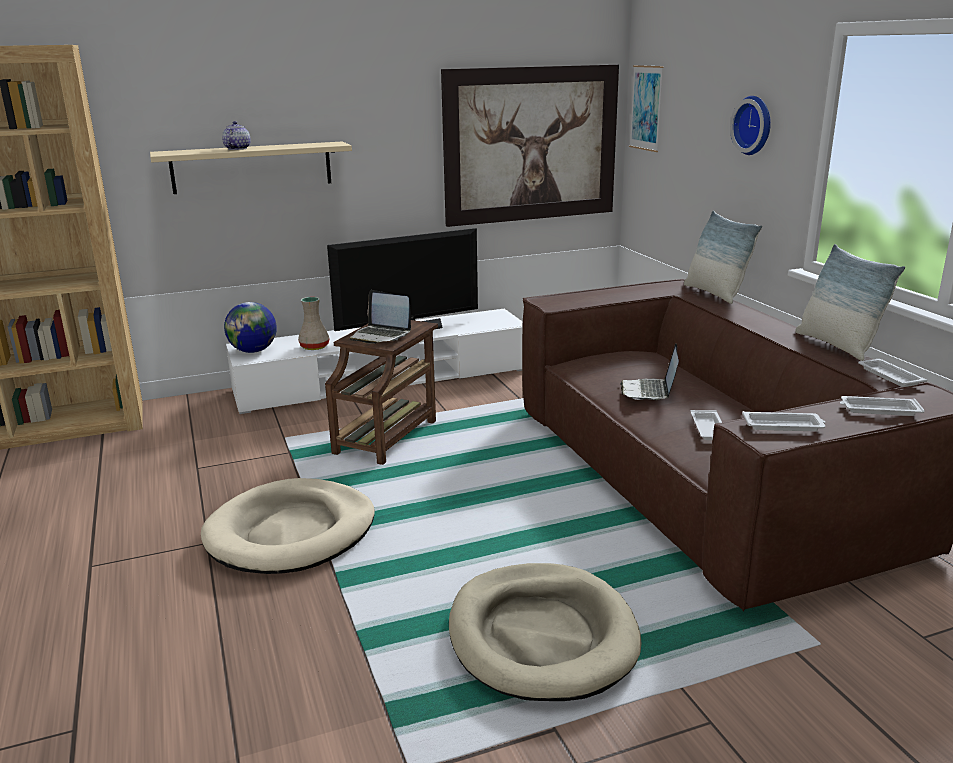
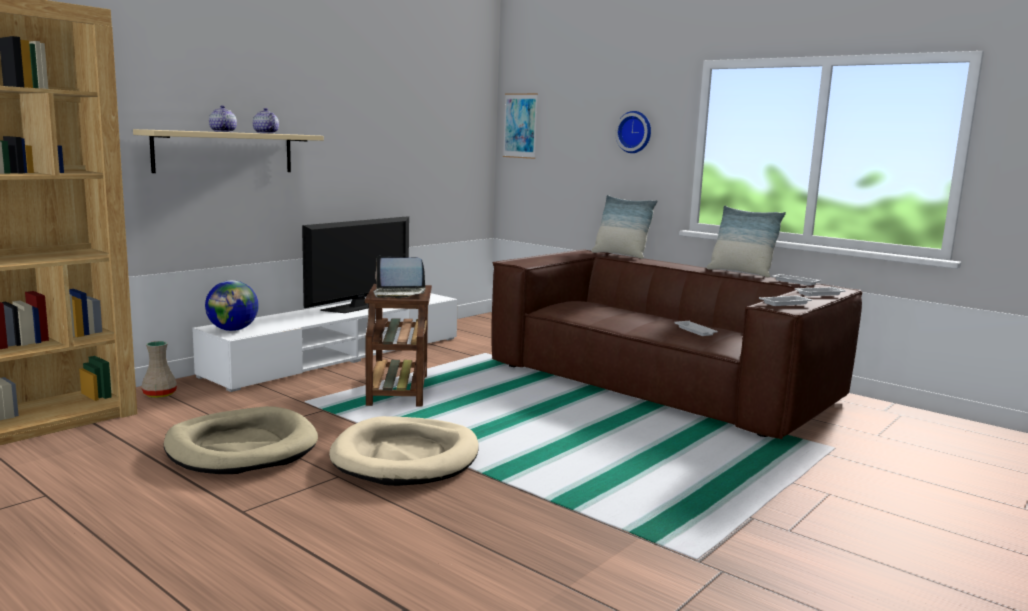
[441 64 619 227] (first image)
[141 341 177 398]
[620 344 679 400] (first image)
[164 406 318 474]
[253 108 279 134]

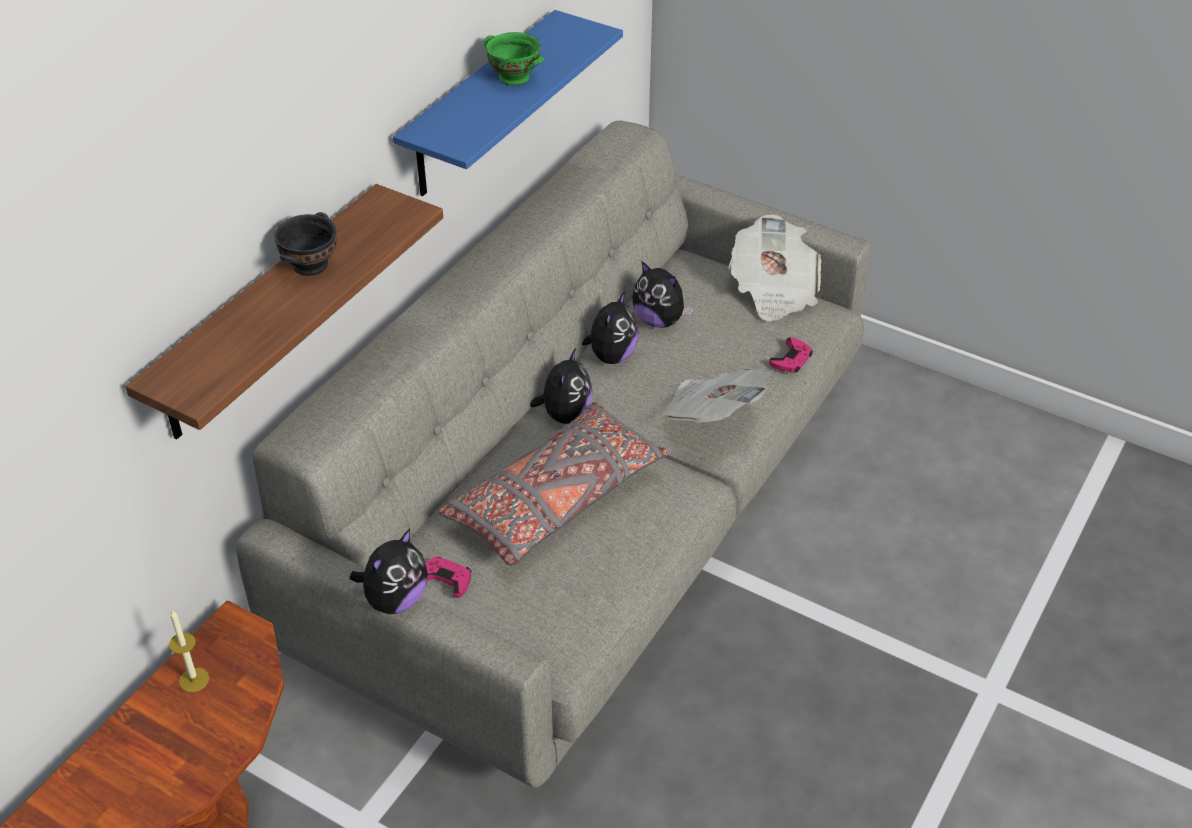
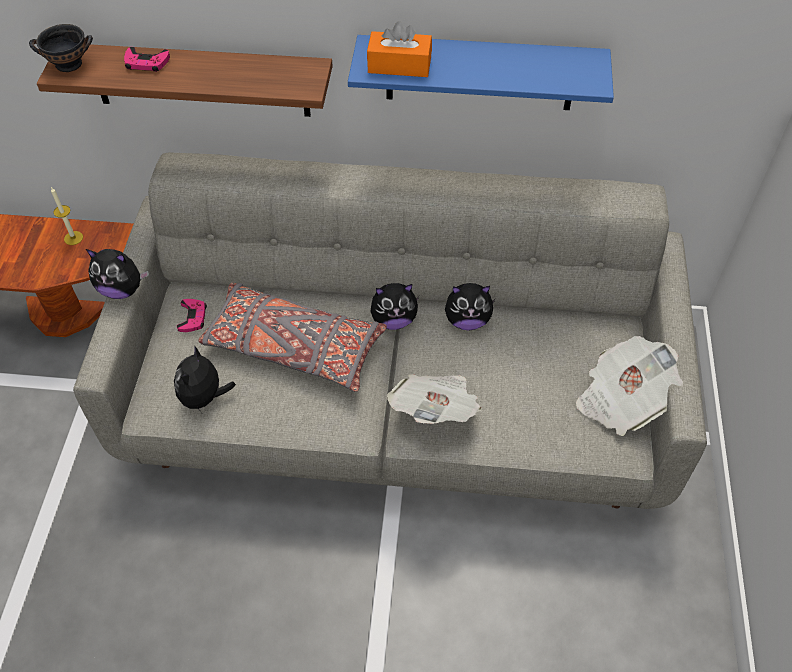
[484 32 544 85] (first image)
[29 24 93 72]
[174 345 236 412]
[124 47 170 72]
[367 21 432 77]

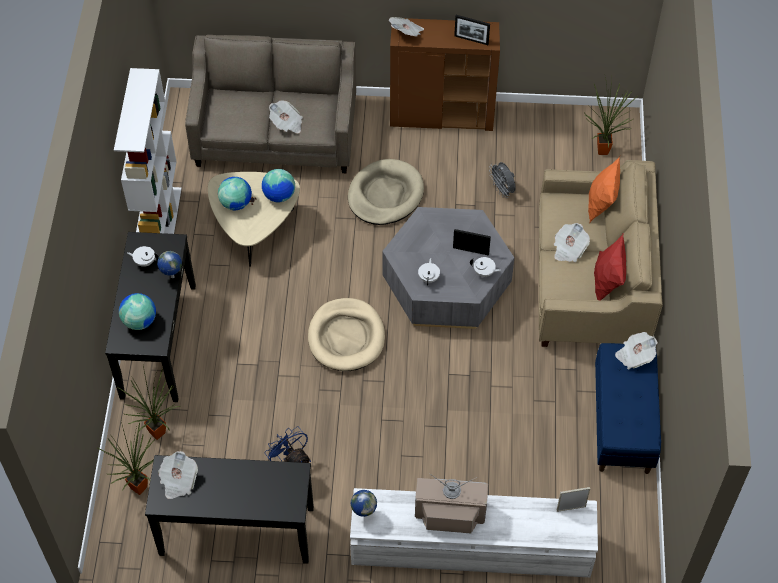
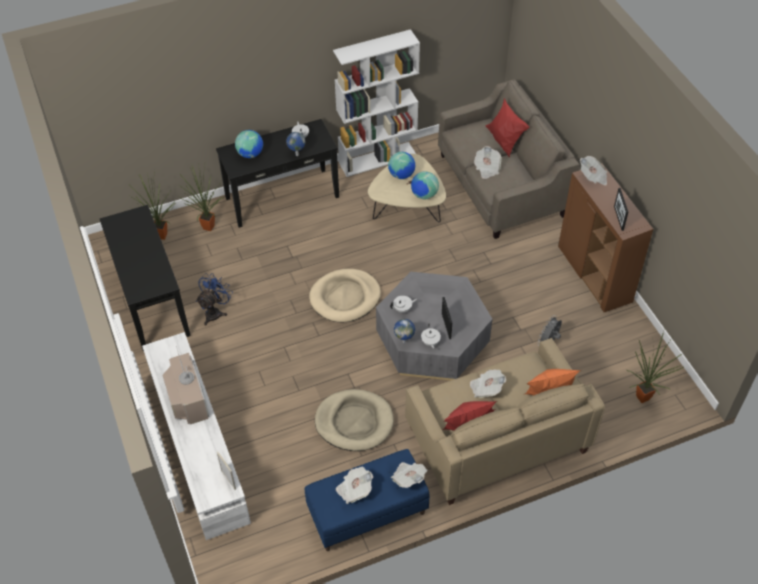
[315 389 394 451]
[336 467 373 504]
[394 319 415 343]
[485 98 529 158]

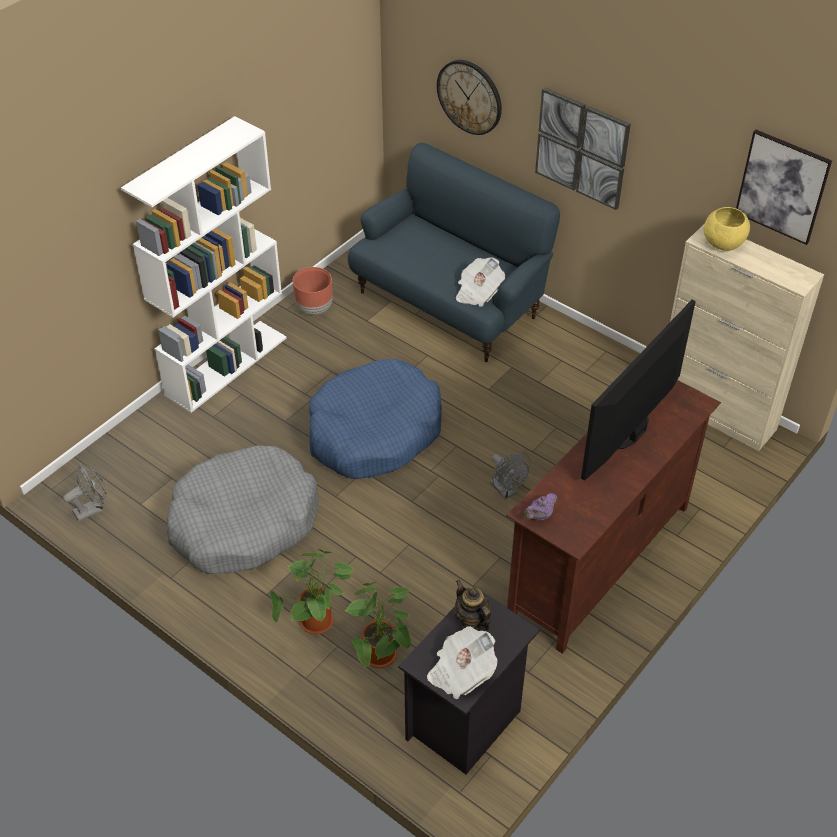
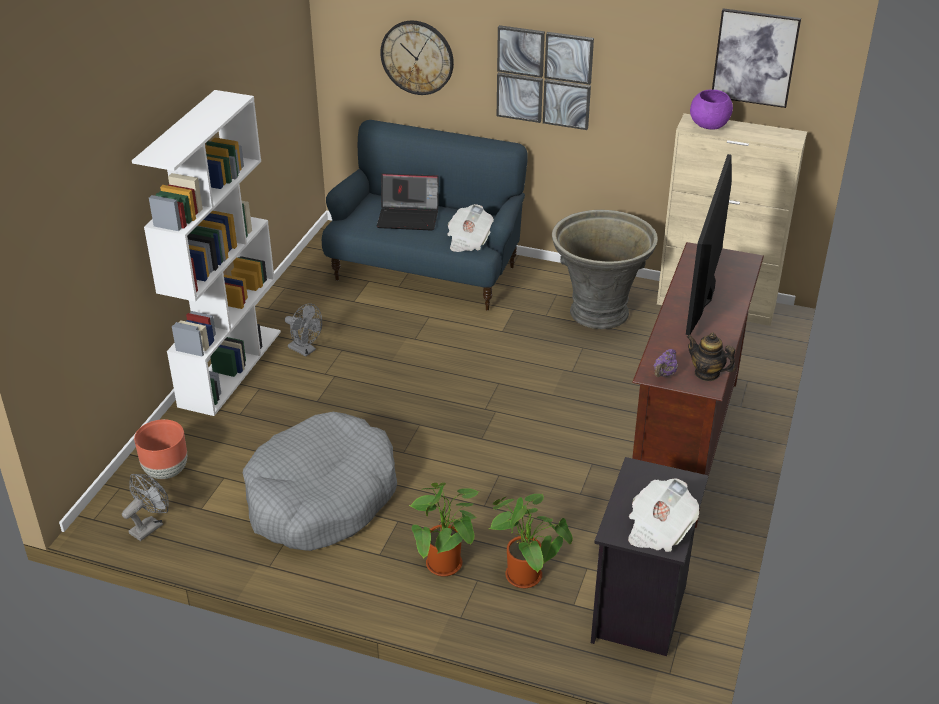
[690 90 733 129]
[134 419 187 479]
[309 359 442 479] (first image)
[285 304 322 356]
[687 332 736 381]
[377 173 439 231]
[552 210 658 329]

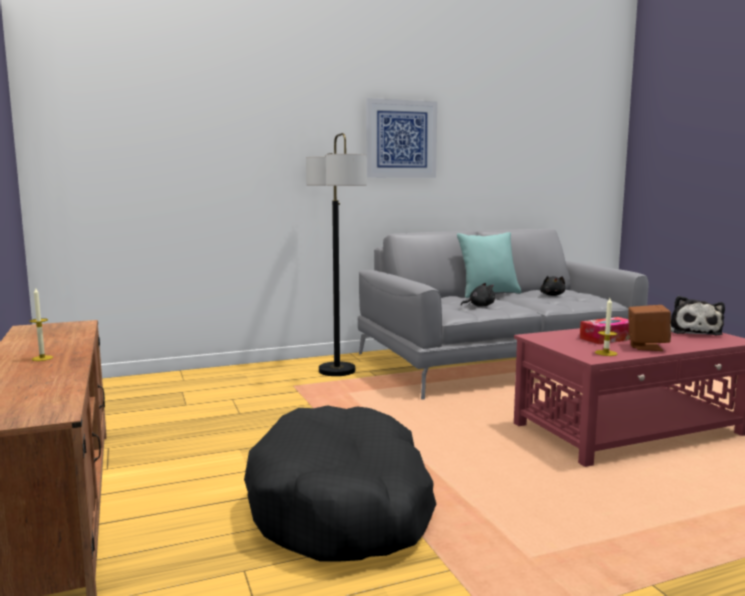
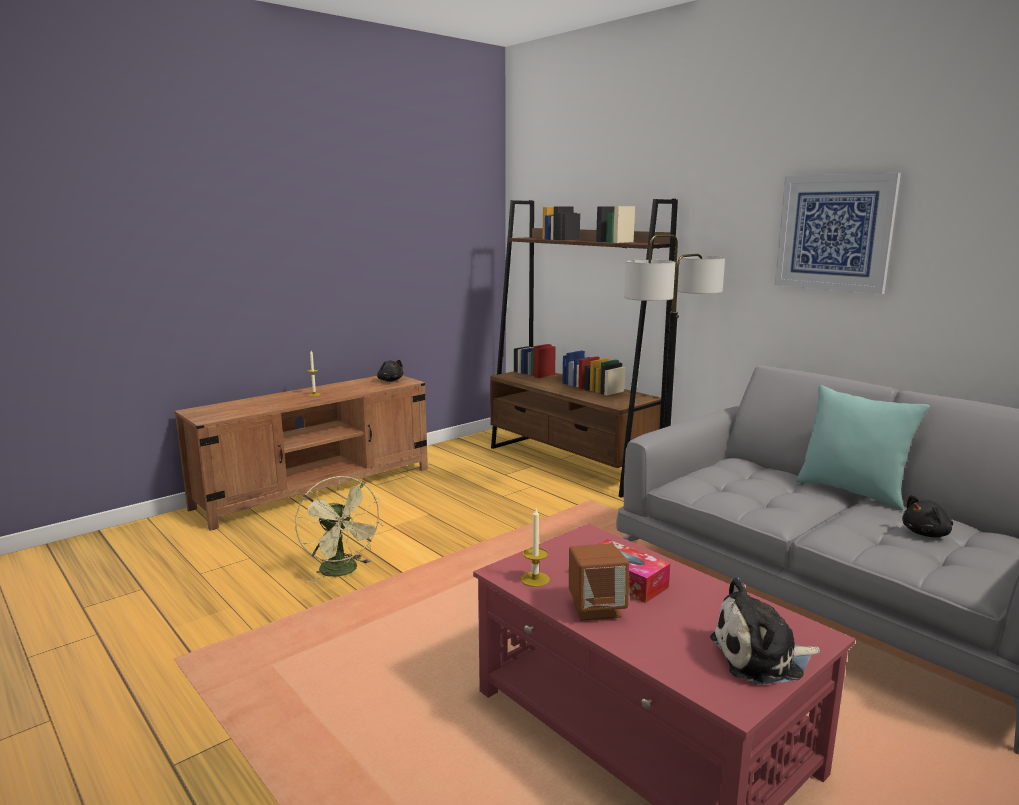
[377 360 403 382]
[295 476 383 583]
[490 199 678 498]

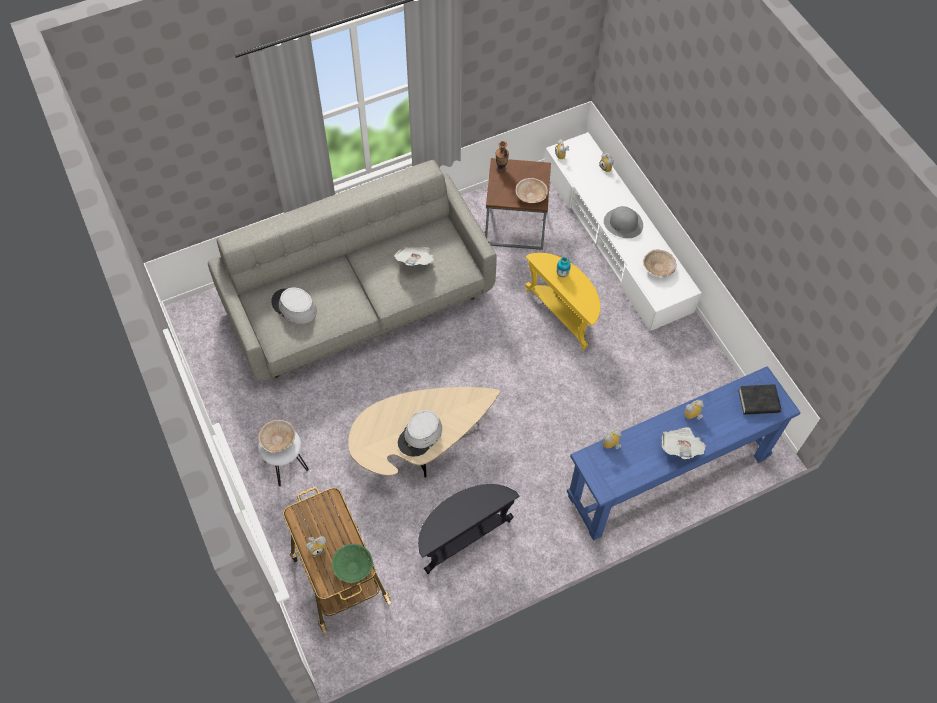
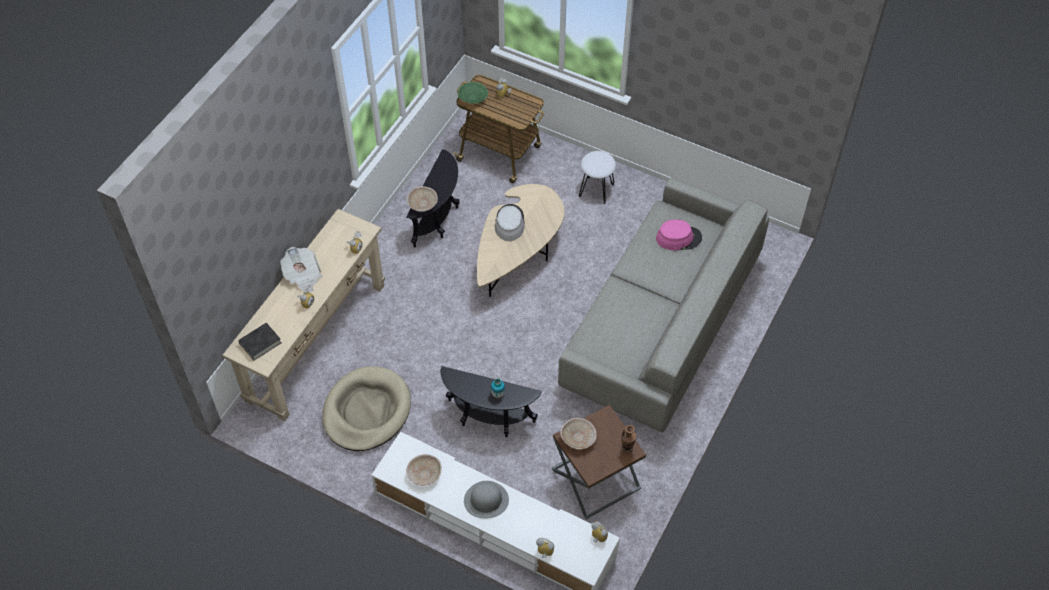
[394 247 434 265] (first image)
[440 366 542 437]
[656 219 702 251]
[222 209 385 422]
[407 186 438 212]
[322 366 411 451]

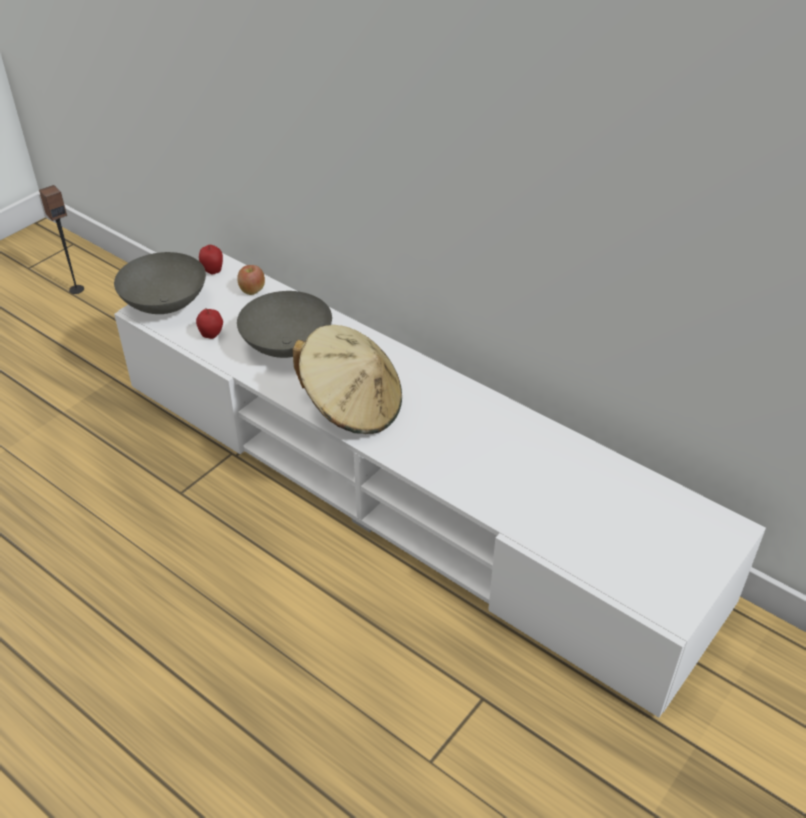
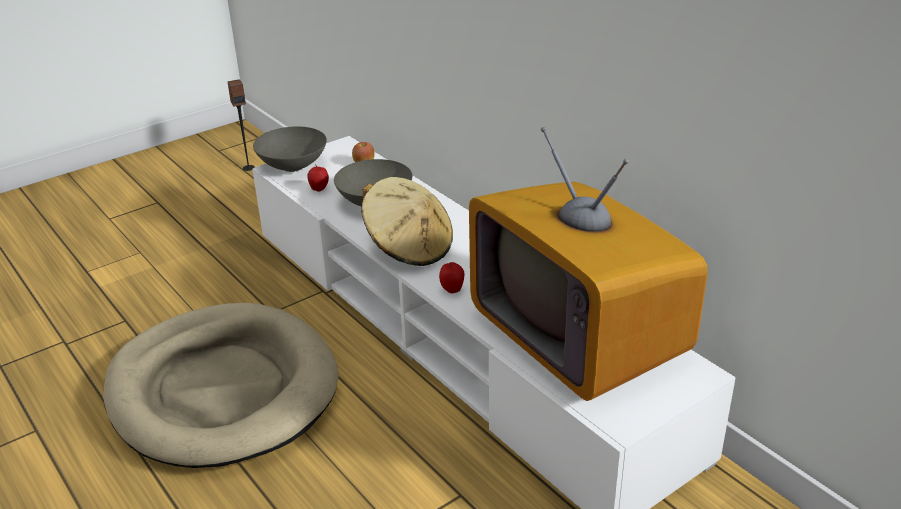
[439 262 464 293]
[469 127 708 401]
[103 303 338 468]

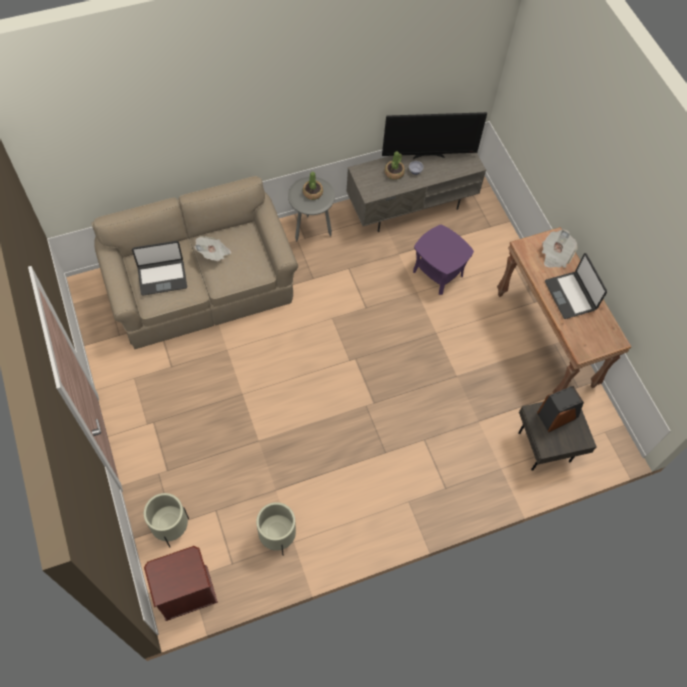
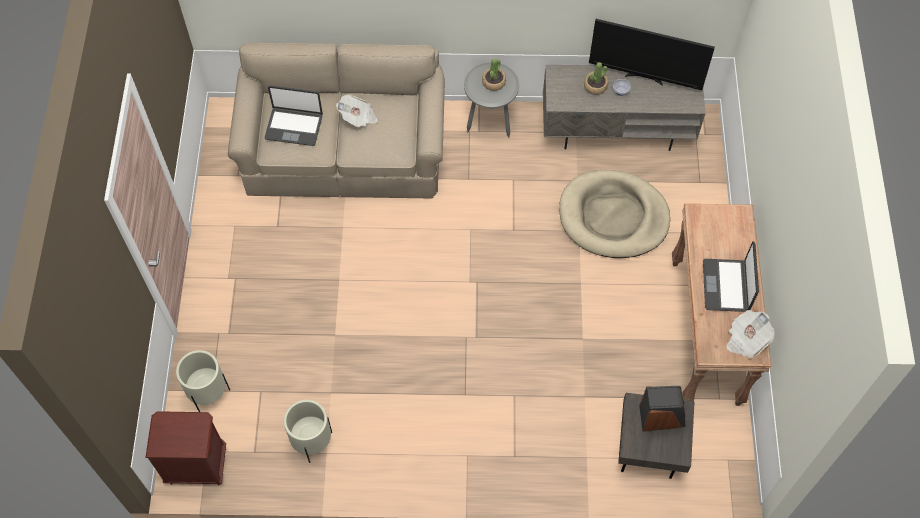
[559 170 670 258]
[726 310 775 359]

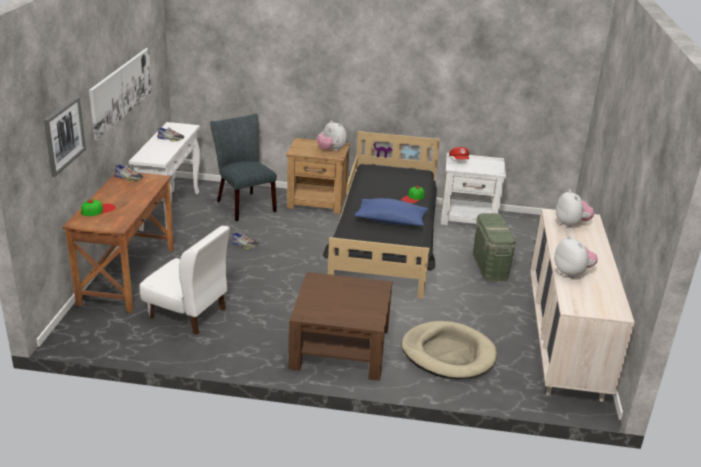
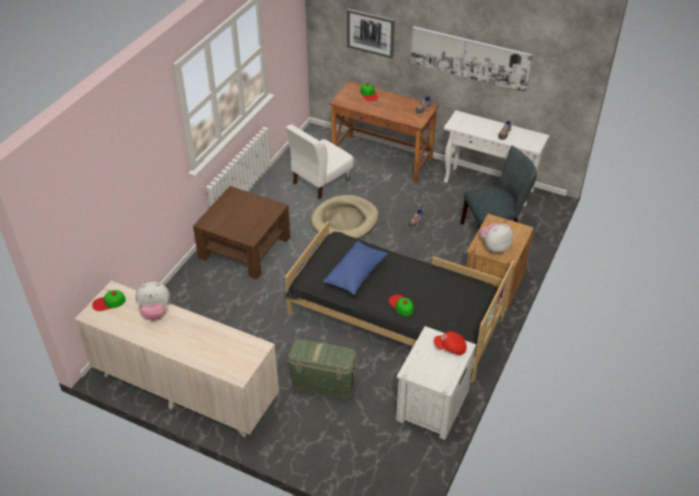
[556 189 594 228] (first image)
[311 195 379 239]
[92 290 126 311]

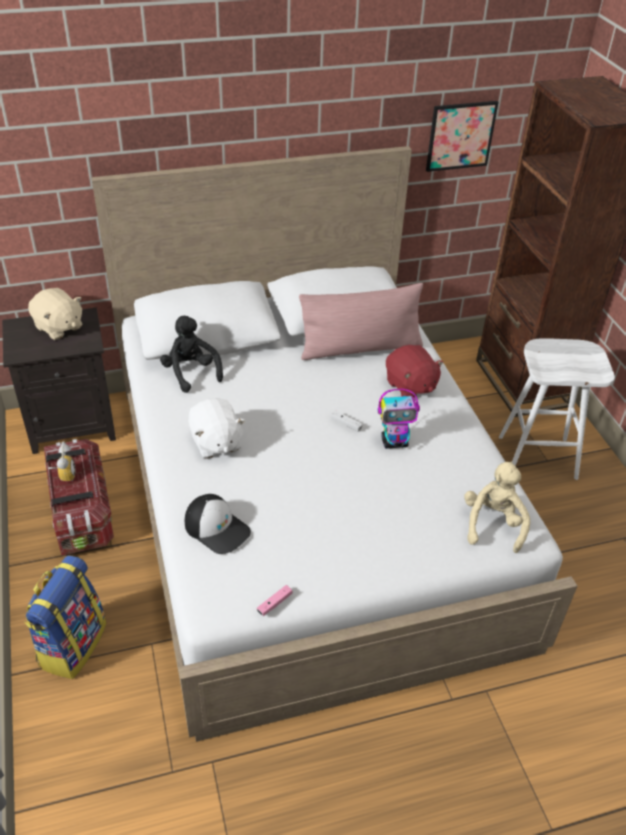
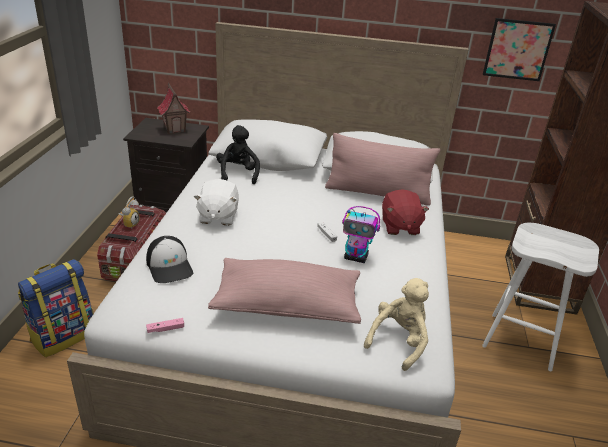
[157 83 190 134]
[208 258 361 324]

